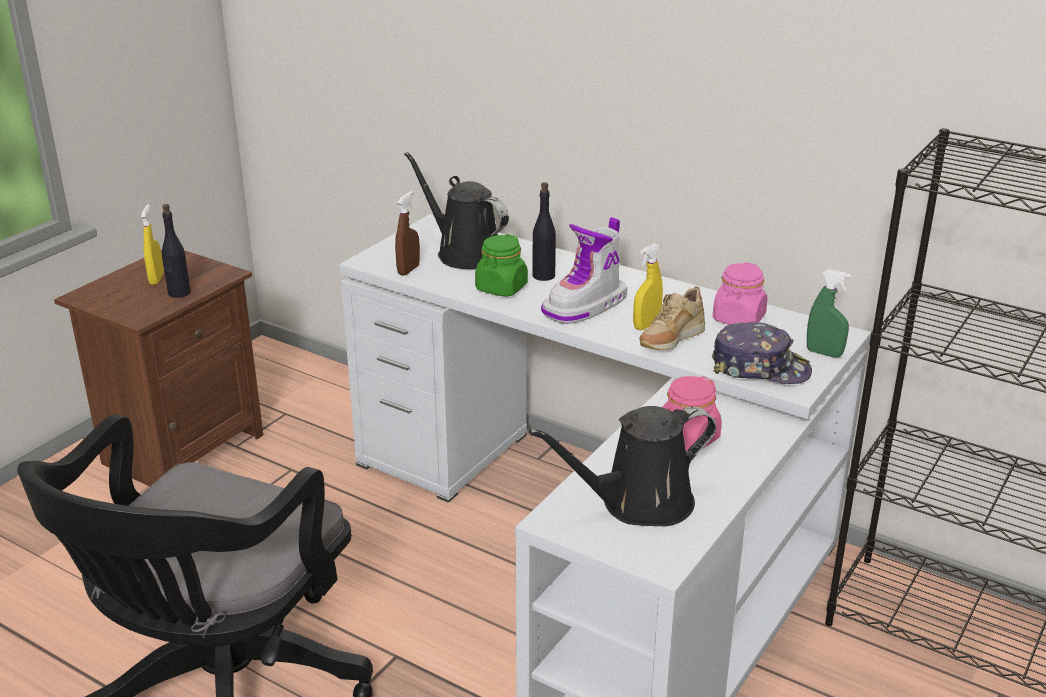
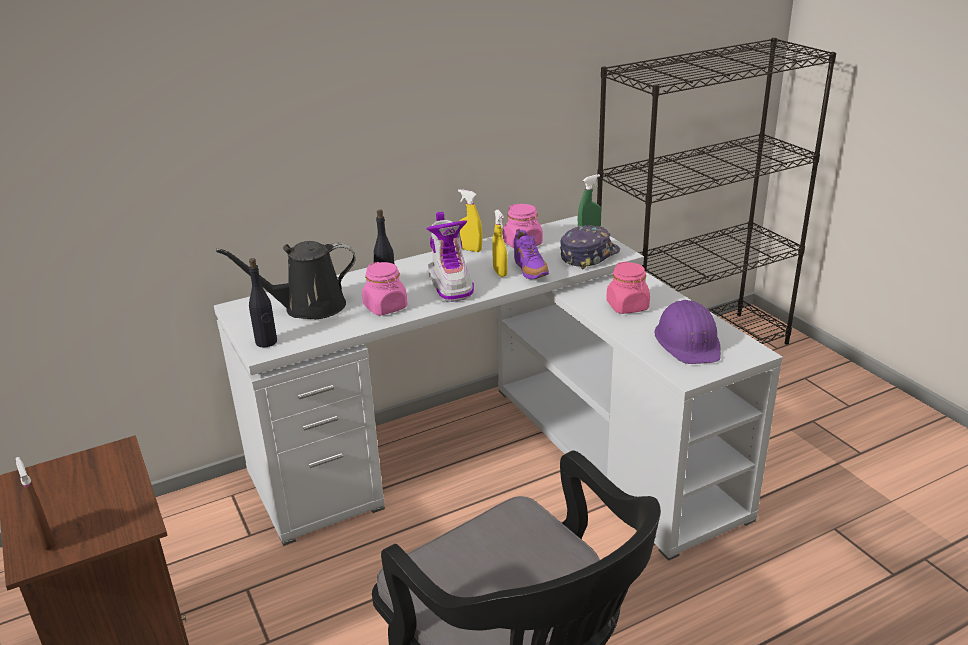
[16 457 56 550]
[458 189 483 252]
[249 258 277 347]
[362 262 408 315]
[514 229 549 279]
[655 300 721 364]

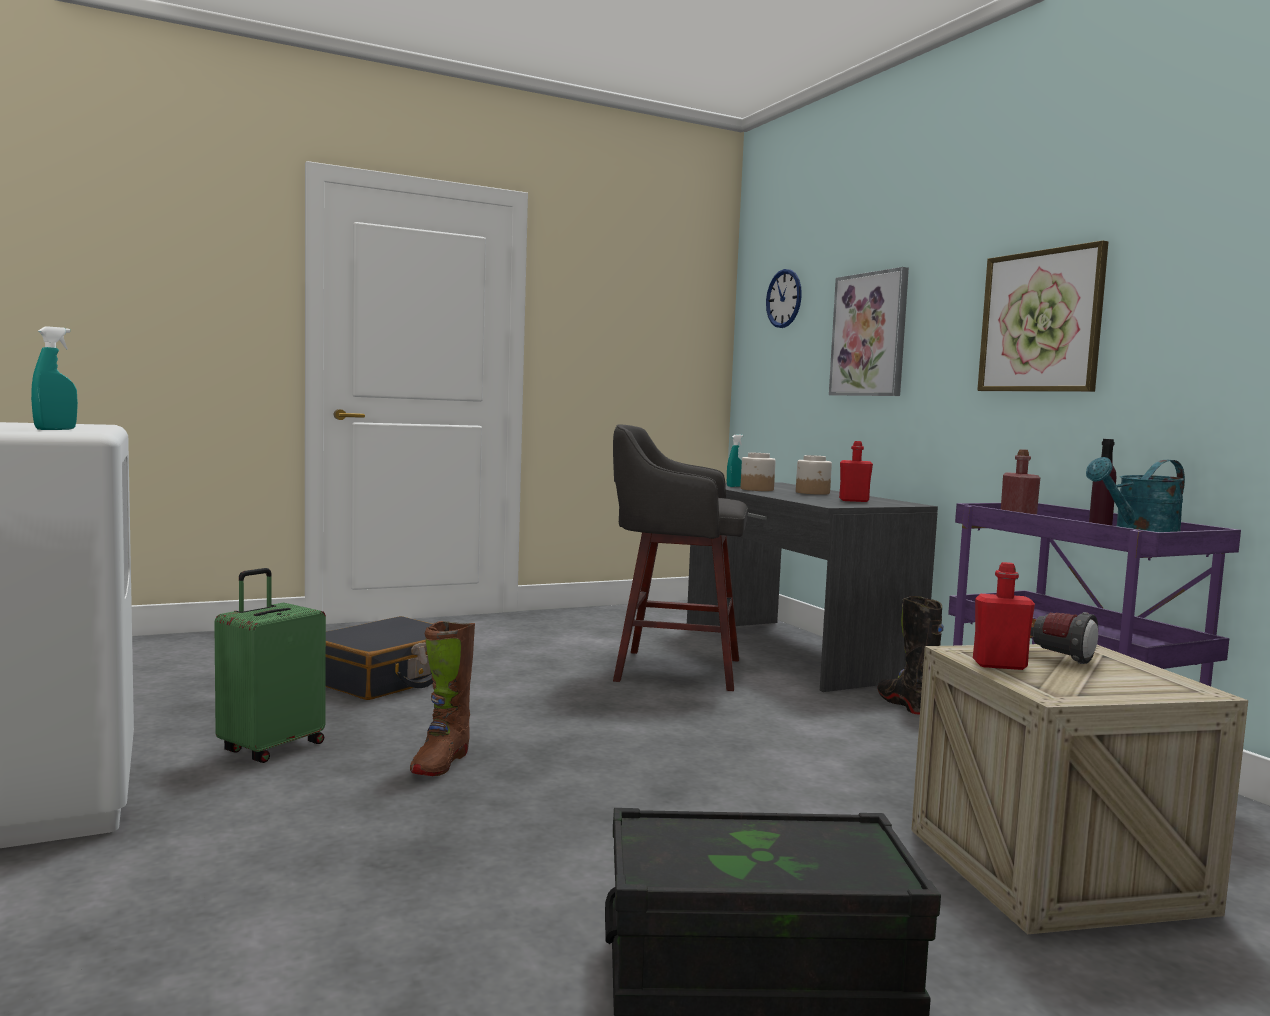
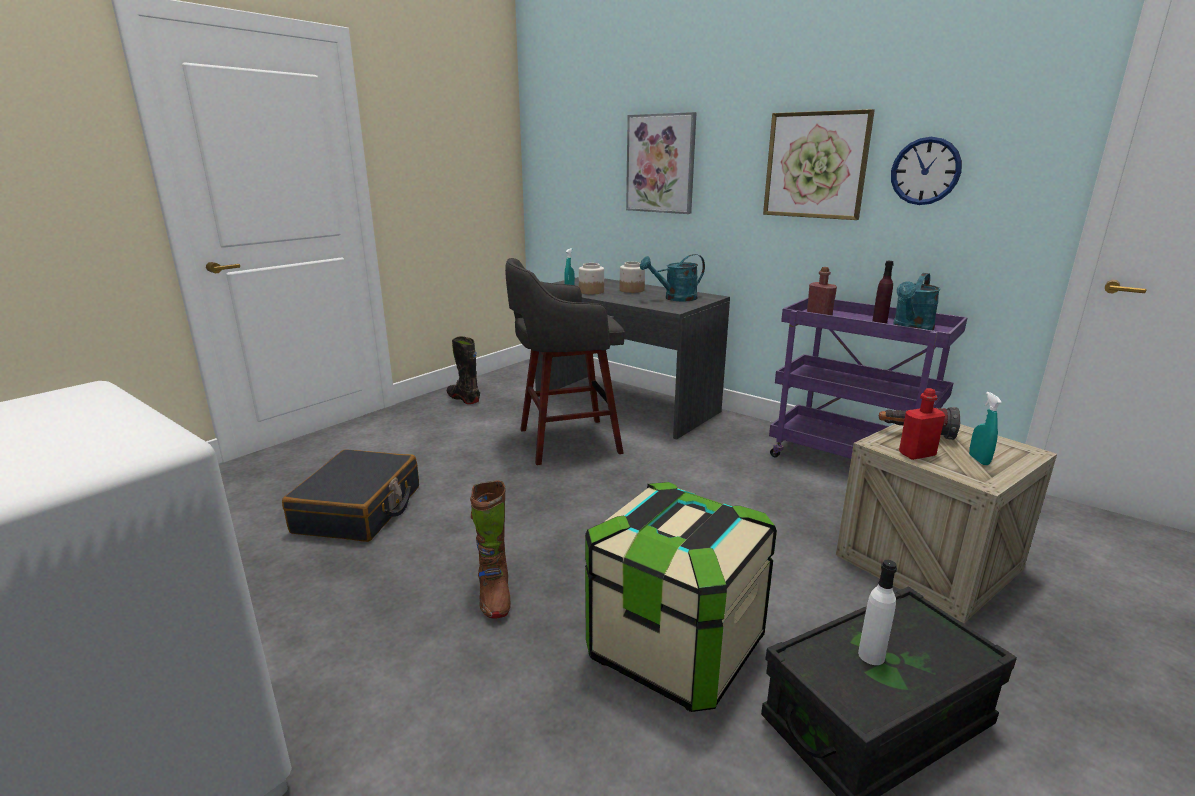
[891 137 962 205]
[969 392 1002 465]
[640 254 705 301]
[214 568 326 763] (first image)
[447 336 480 404]
[585 482 777 712]
[858 560 897 665]

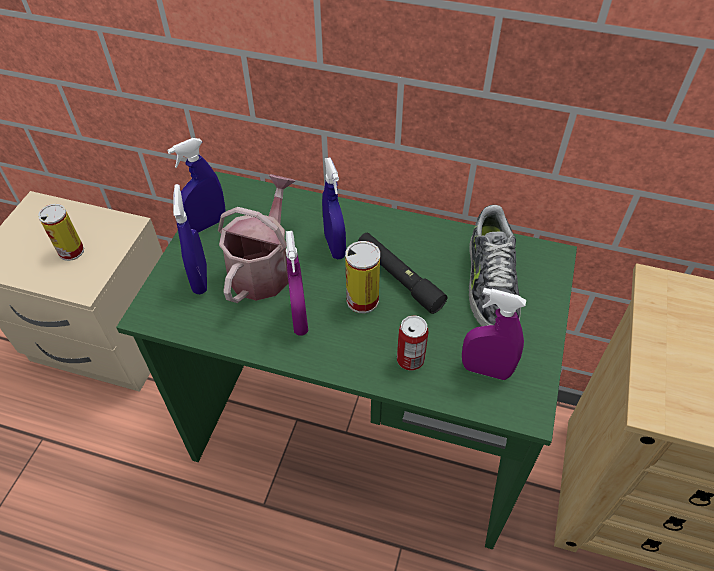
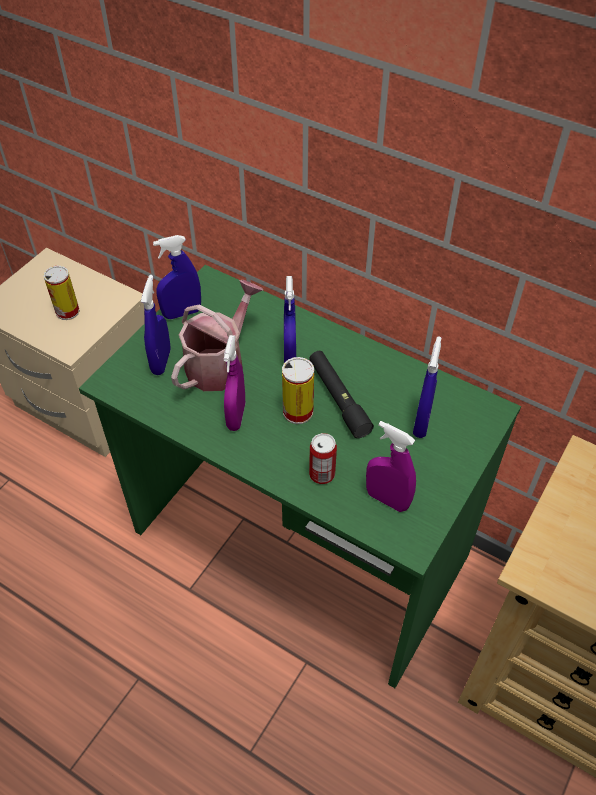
[413 336 441 438]

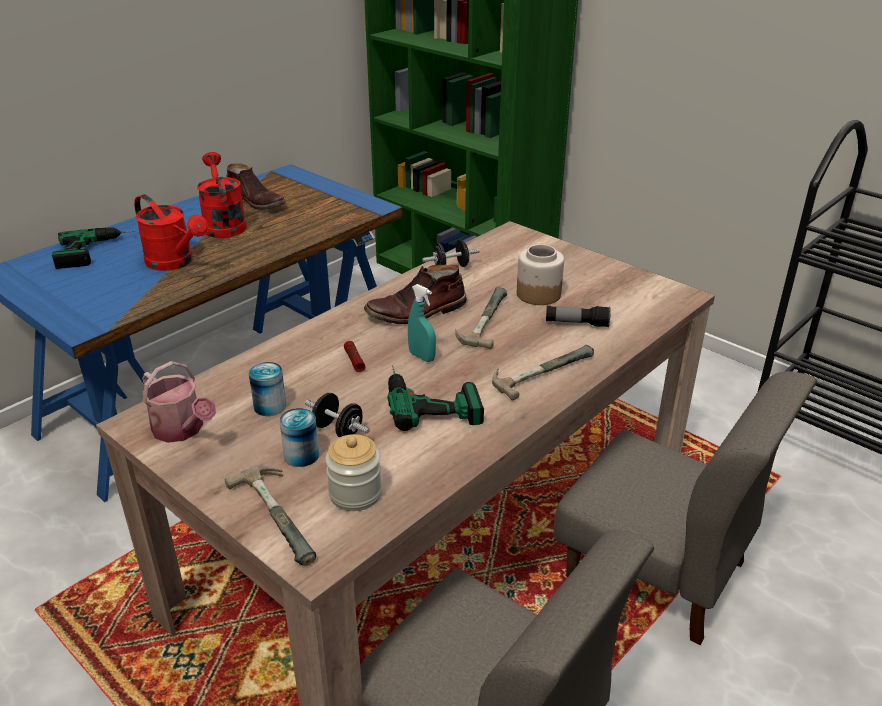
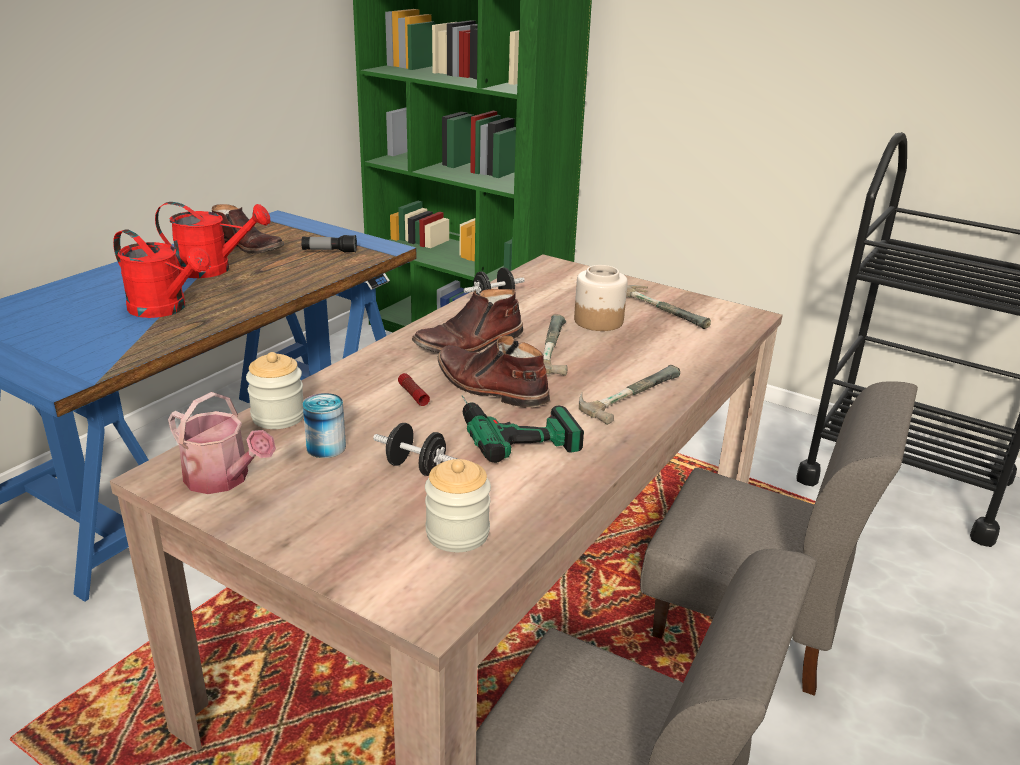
[155 202 270 278]
[52 228 135 269] (first image)
[438 336 550 408]
[301 235 357 253]
[279 408 319 467] (first image)
[626 285 711 329]
[246 352 304 429]

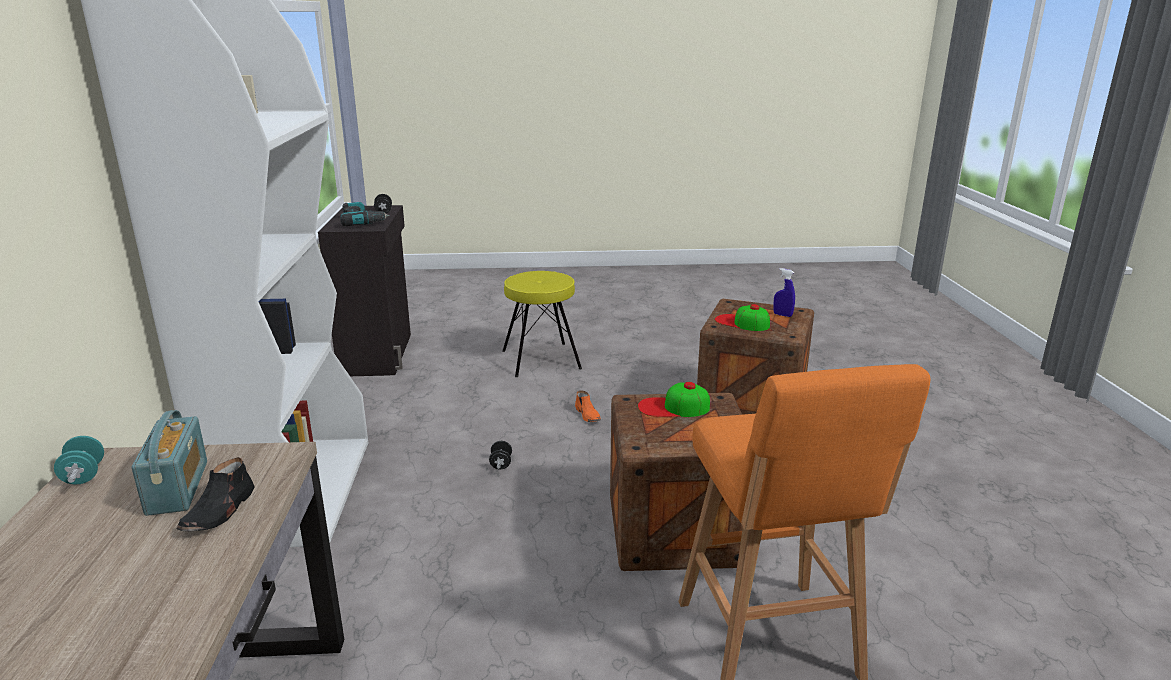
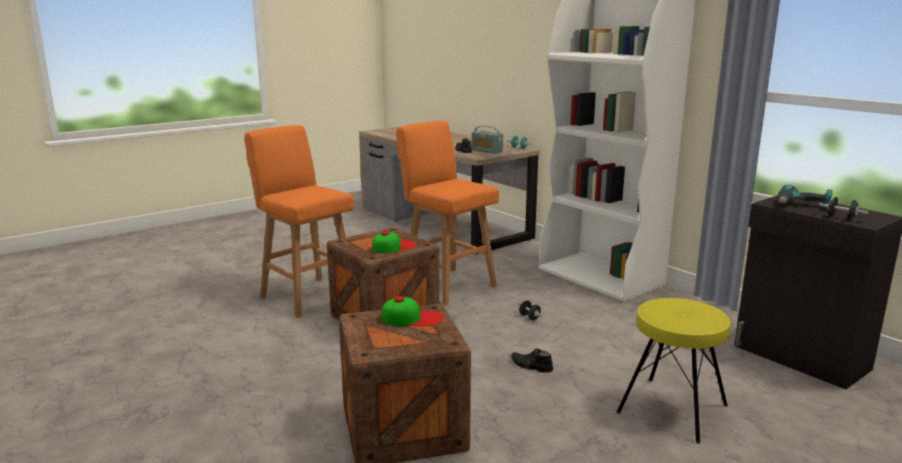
[773 268 795 317] (first image)
[510 348 553 373]
[396 121 499 305]

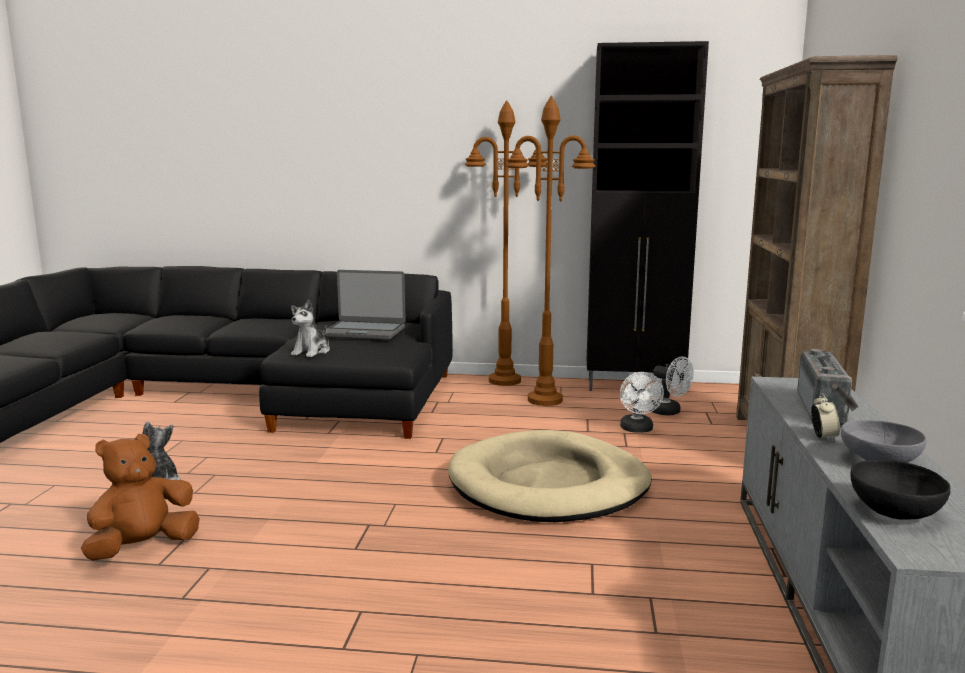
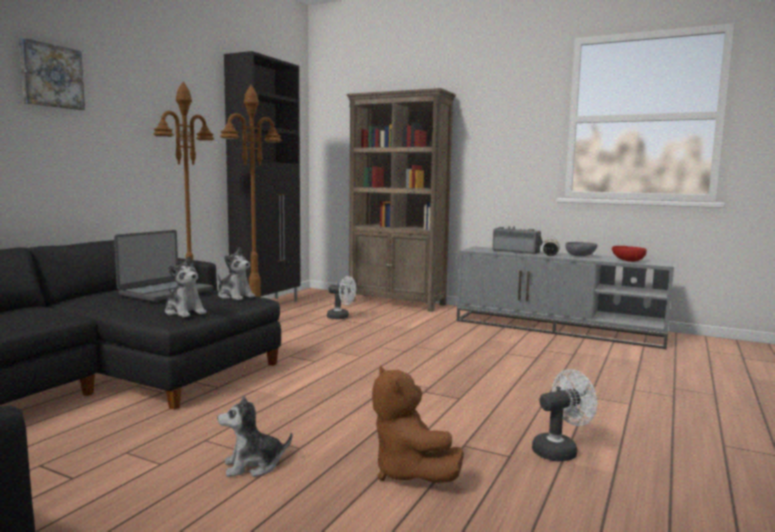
[532 369 597 462]
[448 430 652 522] (first image)
[612 246 647 262]
[19 38 85 110]
[218 247 255 300]

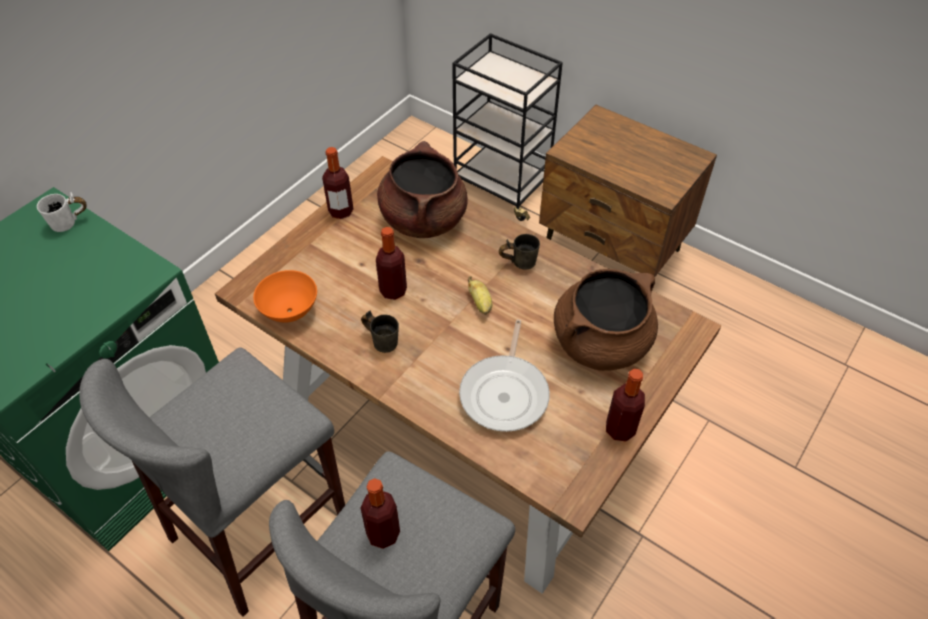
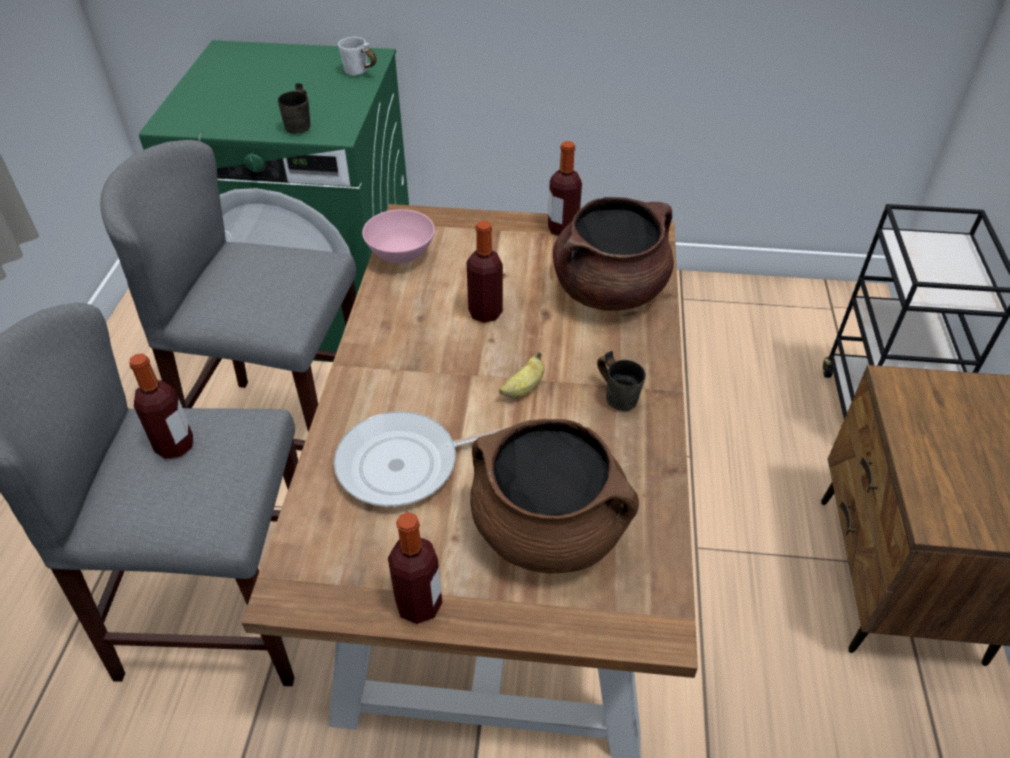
[362 209 435 264]
[278 83 311 134]

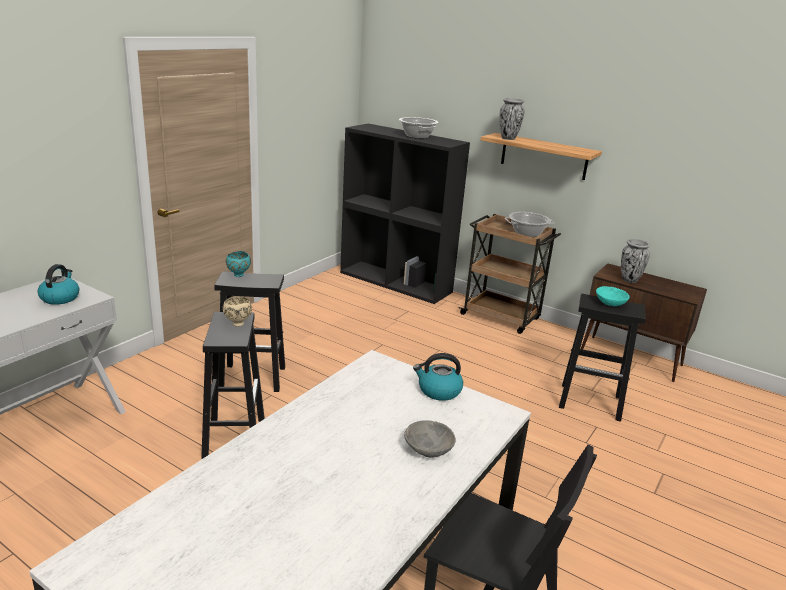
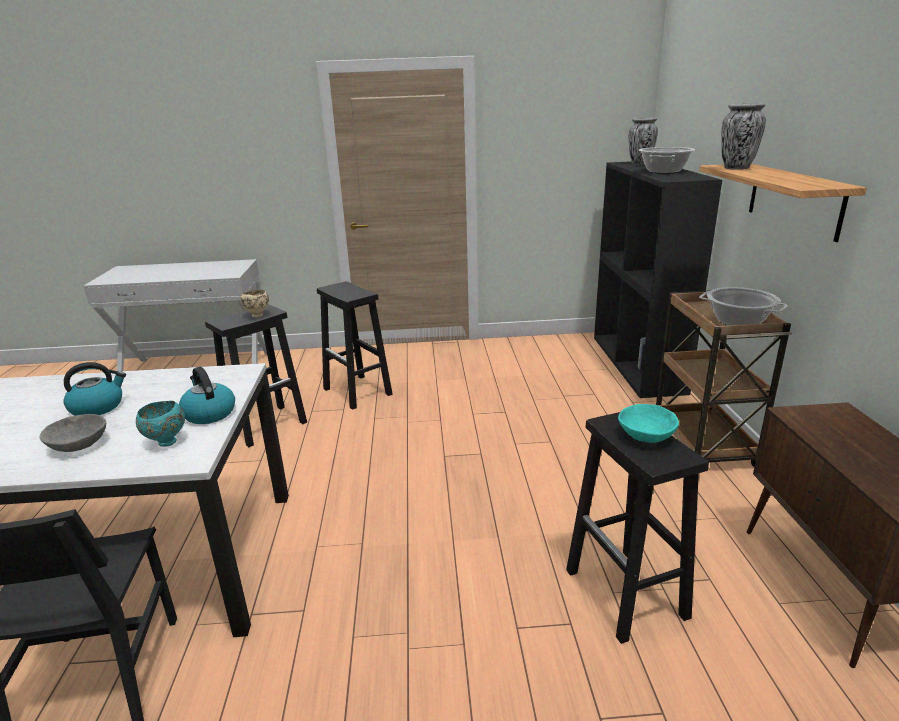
[629 118 658 165]
[136 401 185 447]
[63 362 126 416]

